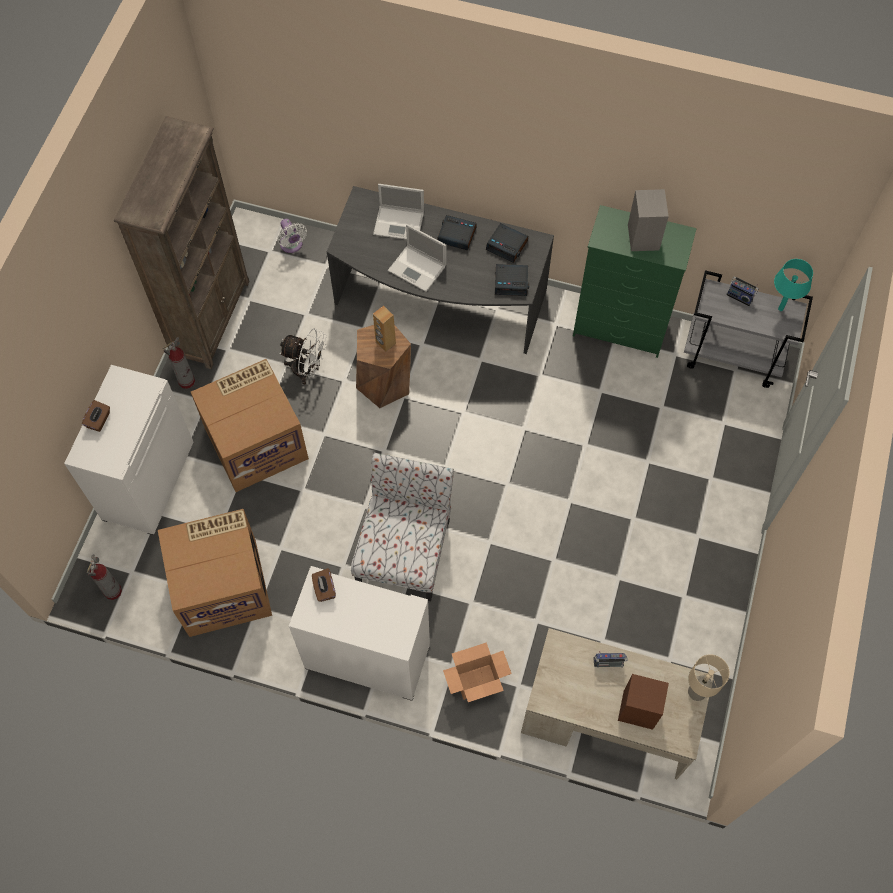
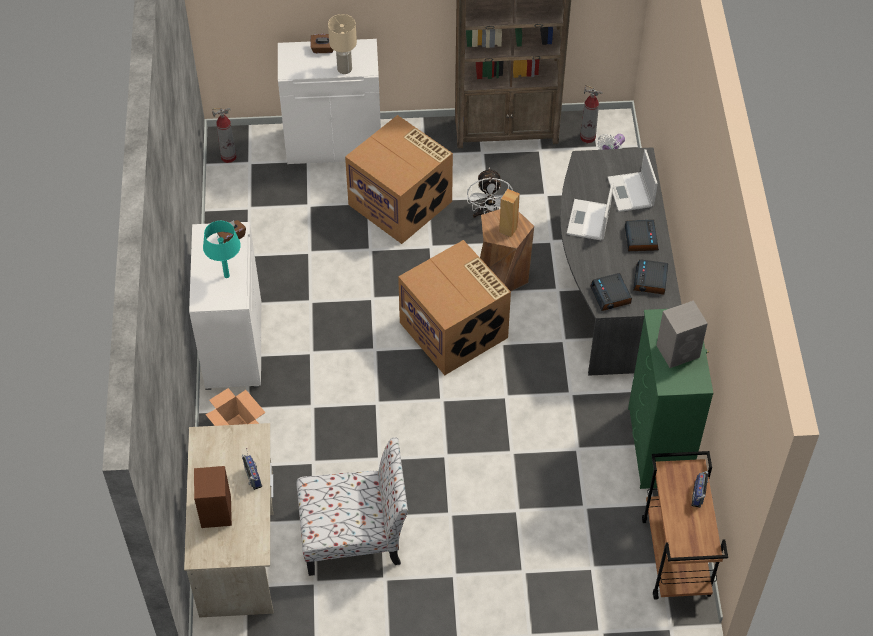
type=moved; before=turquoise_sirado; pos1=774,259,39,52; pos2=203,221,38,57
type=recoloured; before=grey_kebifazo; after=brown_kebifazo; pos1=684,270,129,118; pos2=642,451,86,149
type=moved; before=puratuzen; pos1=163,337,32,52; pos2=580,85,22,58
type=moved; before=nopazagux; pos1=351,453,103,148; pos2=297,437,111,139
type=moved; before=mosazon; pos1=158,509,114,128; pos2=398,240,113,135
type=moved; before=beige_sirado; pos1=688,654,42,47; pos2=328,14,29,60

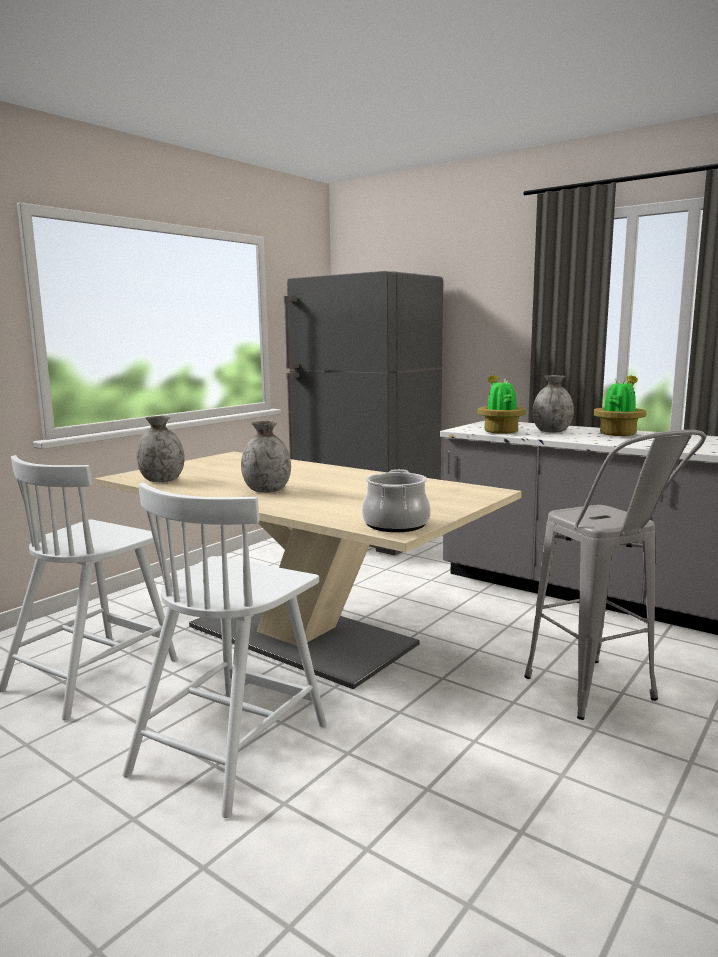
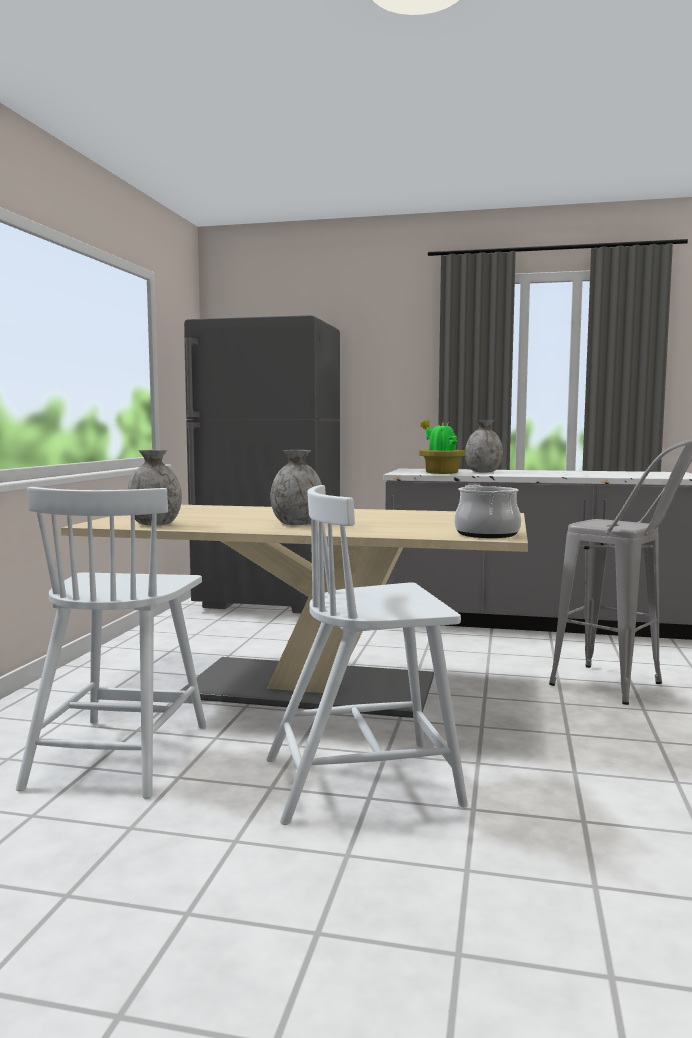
type=removed; before=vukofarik; pos1=593,376,53,60
type=turned; before=white_nopazagux; pos1=122,483,205,335; pos2=266,485,202,340; turn=75

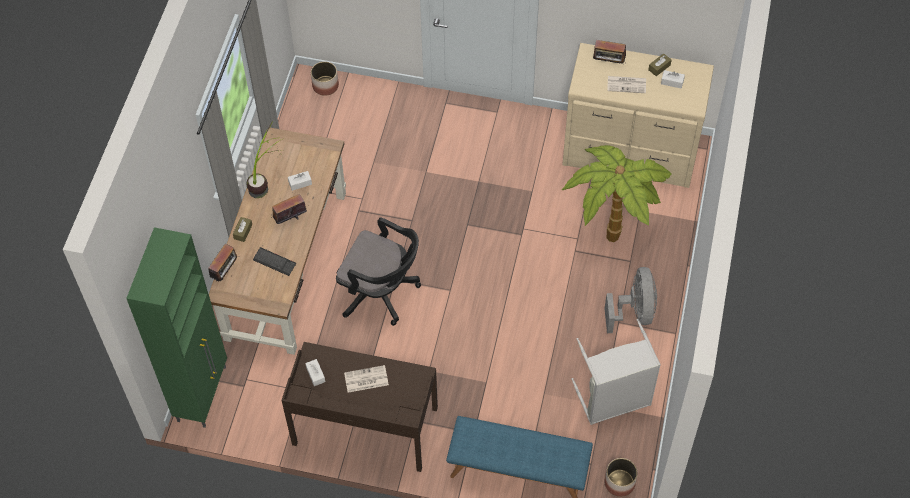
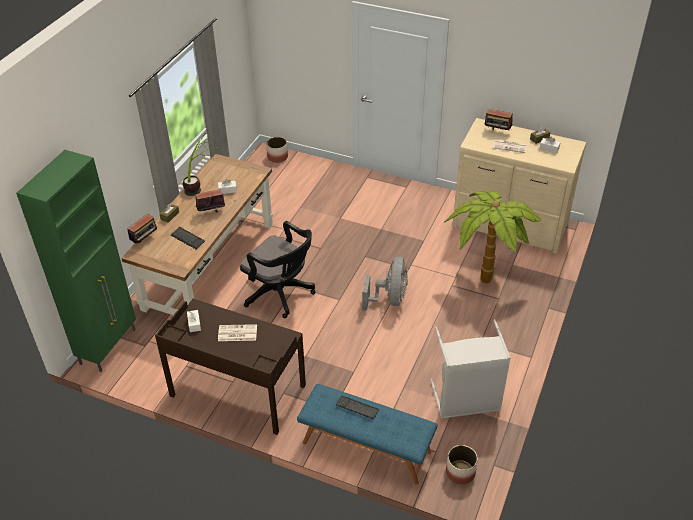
type=moved; before=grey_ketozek; pos1=604,267,53,66; pos2=362,257,46,54
type=added; after=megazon; pos2=336,396,43,23

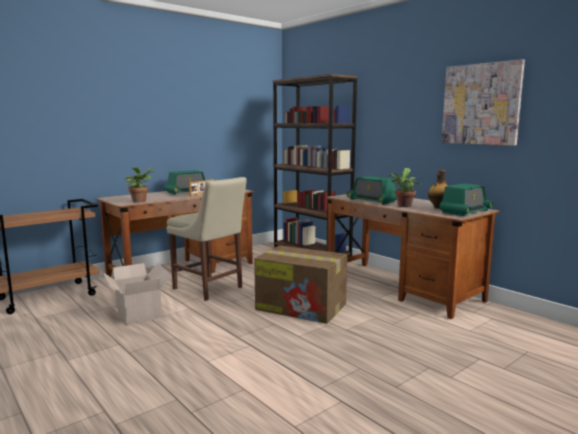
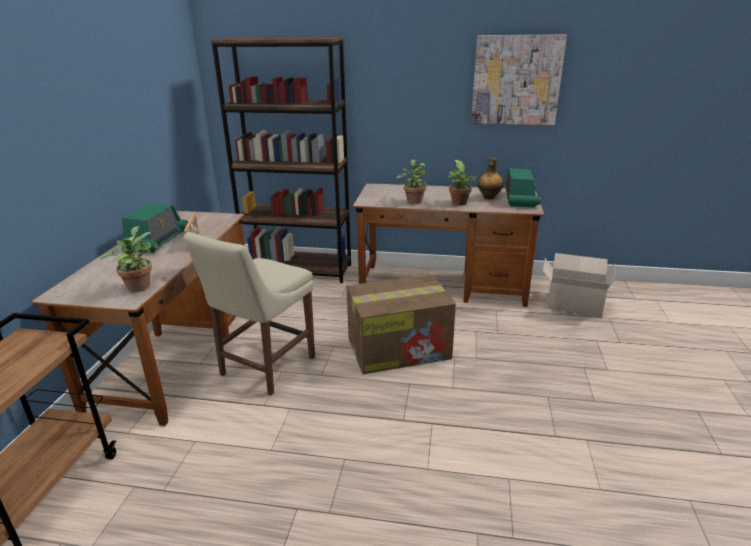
type=replaced; before=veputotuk; after=vukofarik; pos1=347,176,50,28; pos2=396,160,32,44
type=turned; before=beige_nopazagux; pos1=167,177,80,124; pos2=183,232,132,163; turn=120
type=moved; before=mosazon; pos1=102,263,69,62; pos2=543,253,73,64

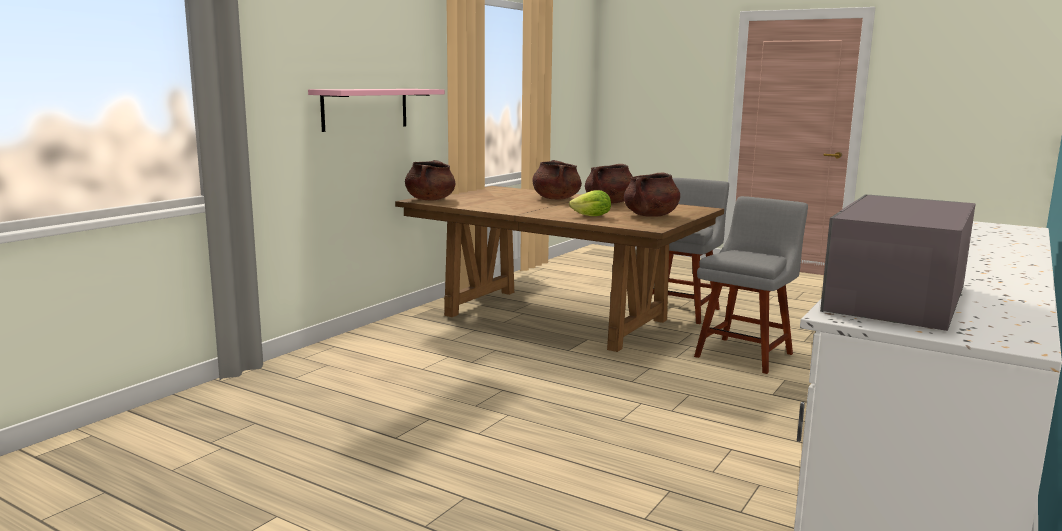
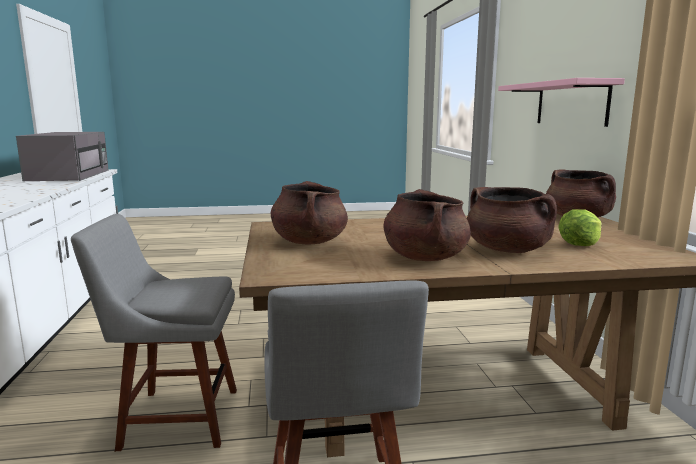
type=moved; before=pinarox; pos1=569,190,42,26; pos2=558,209,44,37
type=turned; before=grey_nopazagux; pos1=694,196,114,178; pos2=71,214,166,237; turn=90

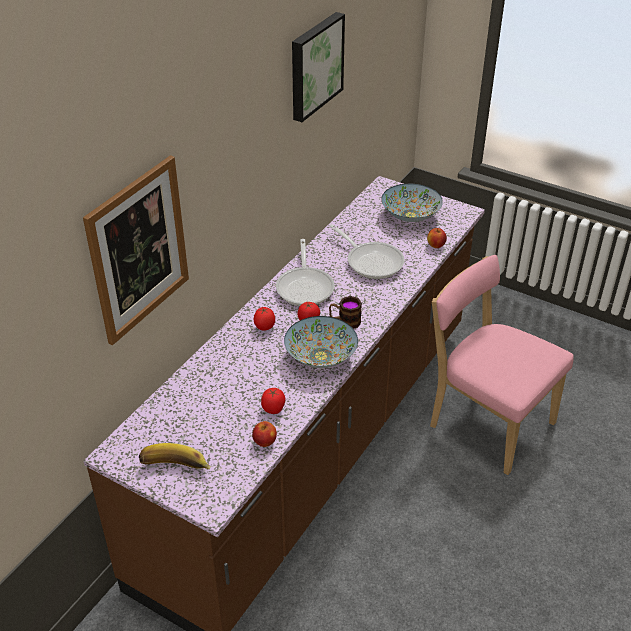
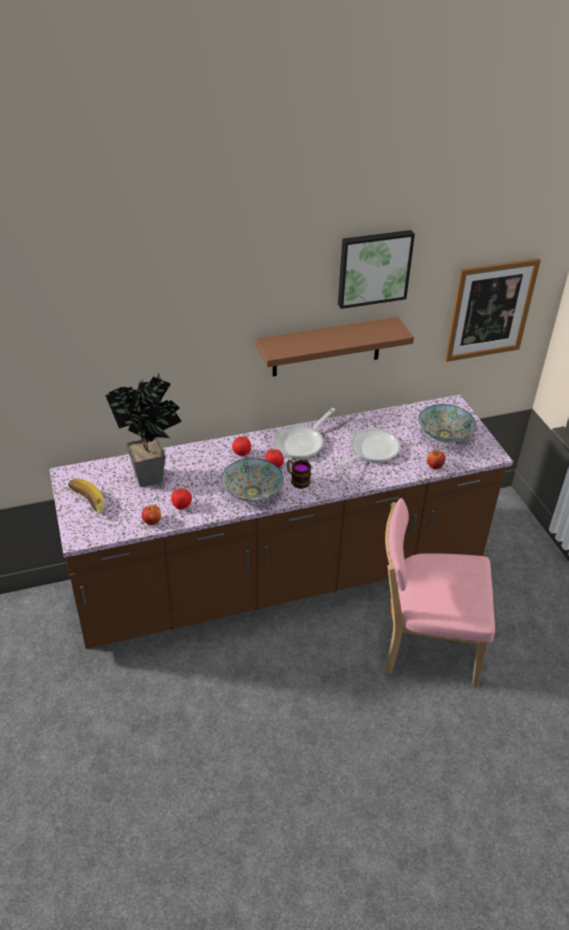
type=moved; before=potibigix; pos1=83,155,106,190; pos2=445,258,96,104
type=turned; before=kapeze; pos1=329,224,76,55; pos2=334,428,67,41; turn=-135
type=turned; before=pink_nopazagux; pos1=430,255,144,220; pos2=385,498,110,188; turn=-75
type=added; after=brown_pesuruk; pos2=256,317,158,60
type=added; after=vukofarik; pos2=105,372,77,115

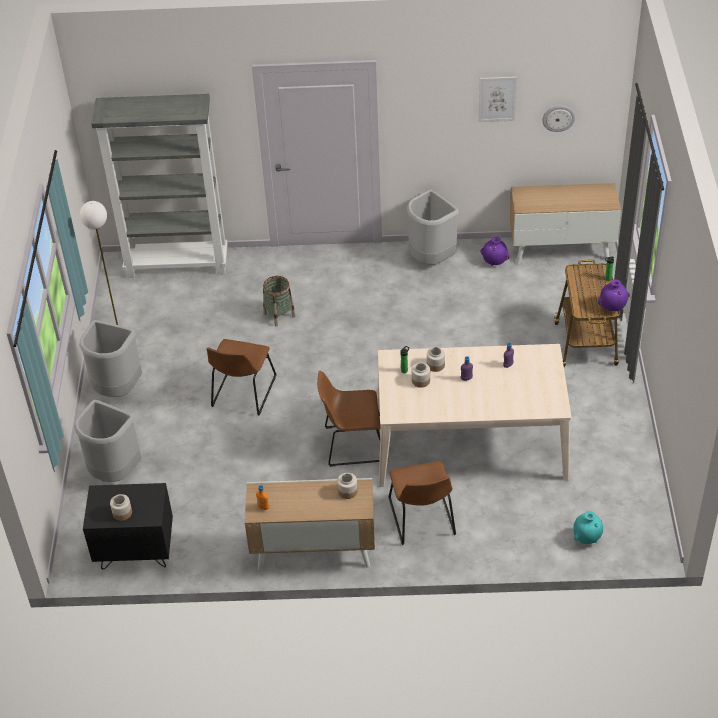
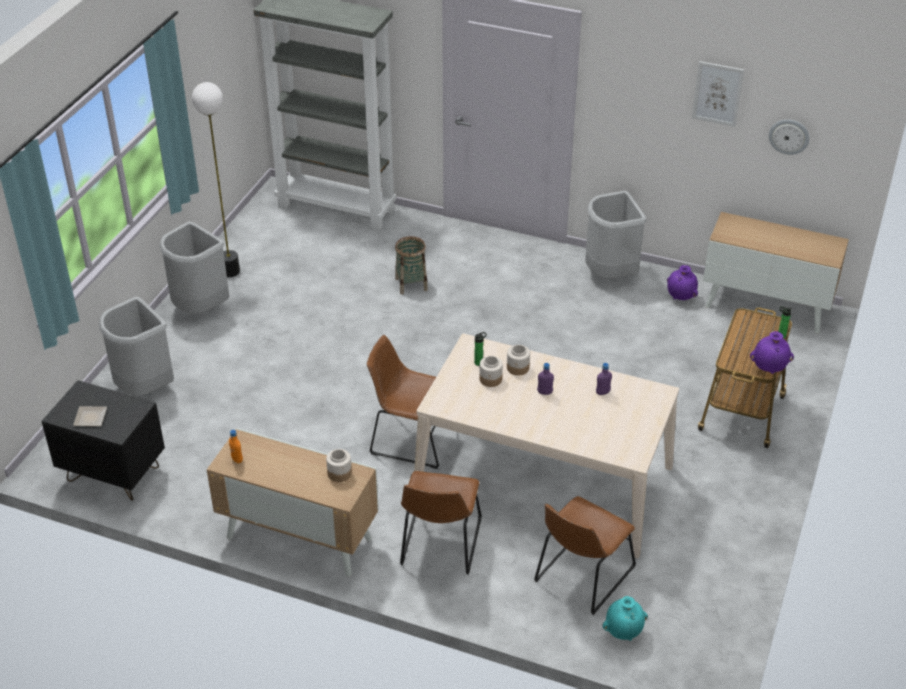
type=moved; before=brown_nopazagux; pos1=206,339,70,77; pos2=534,496,102,119
type=replaced; before=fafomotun; after=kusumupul; pos1=110,494,22,27; pos2=73,406,34,20

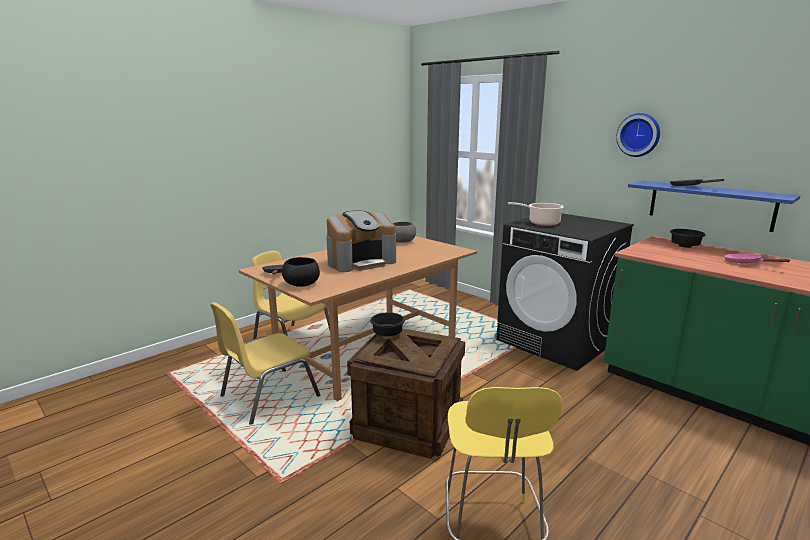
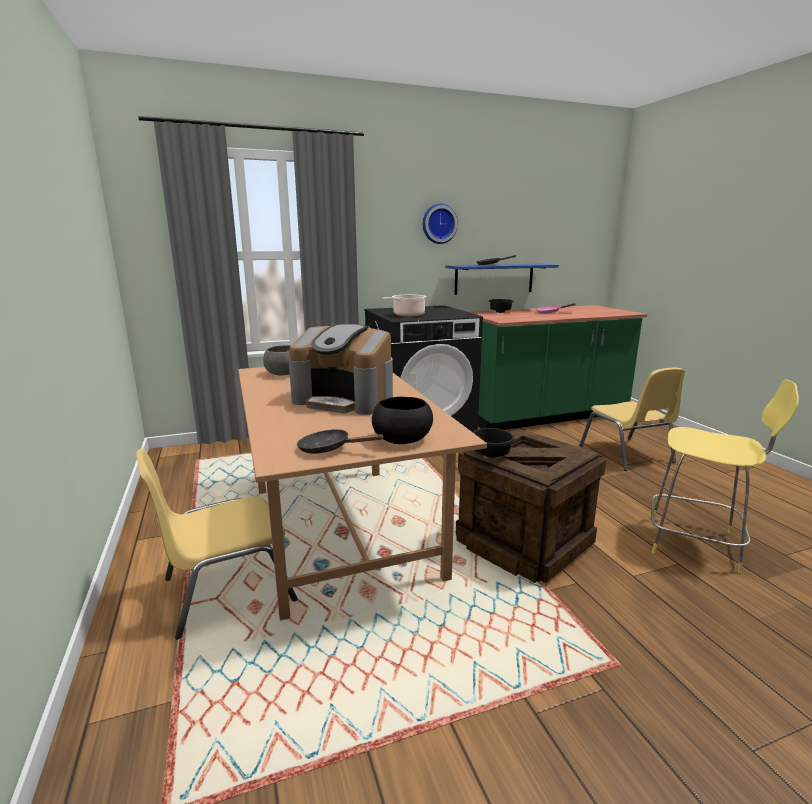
type=turned; before=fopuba; pos1=326,210,70,62; pos2=289,324,104,91; turn=120
type=moved; before=yellow_nopazagux; pos1=210,302,110,123; pos2=580,368,105,103

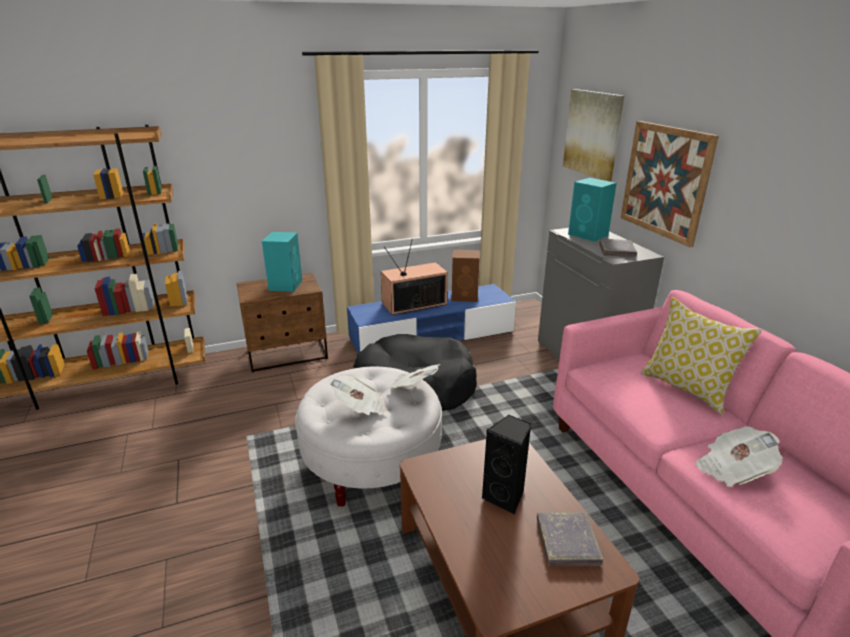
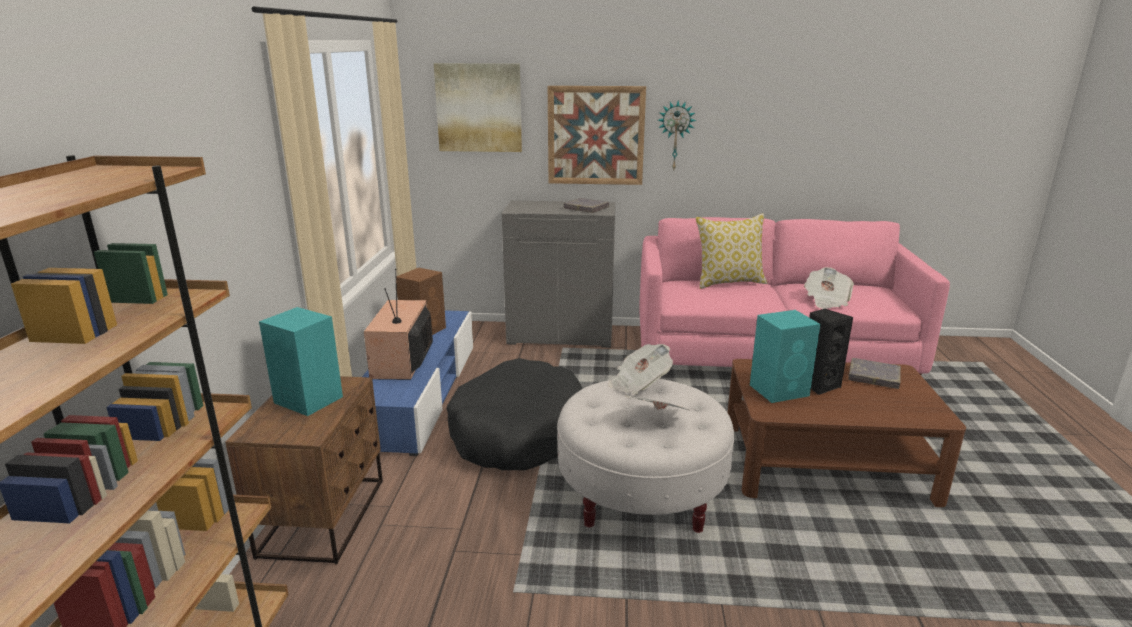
type=moved; before=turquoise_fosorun; pos1=568,178,49,64; pos2=750,310,70,93
type=added; after=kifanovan; pos2=658,101,38,68

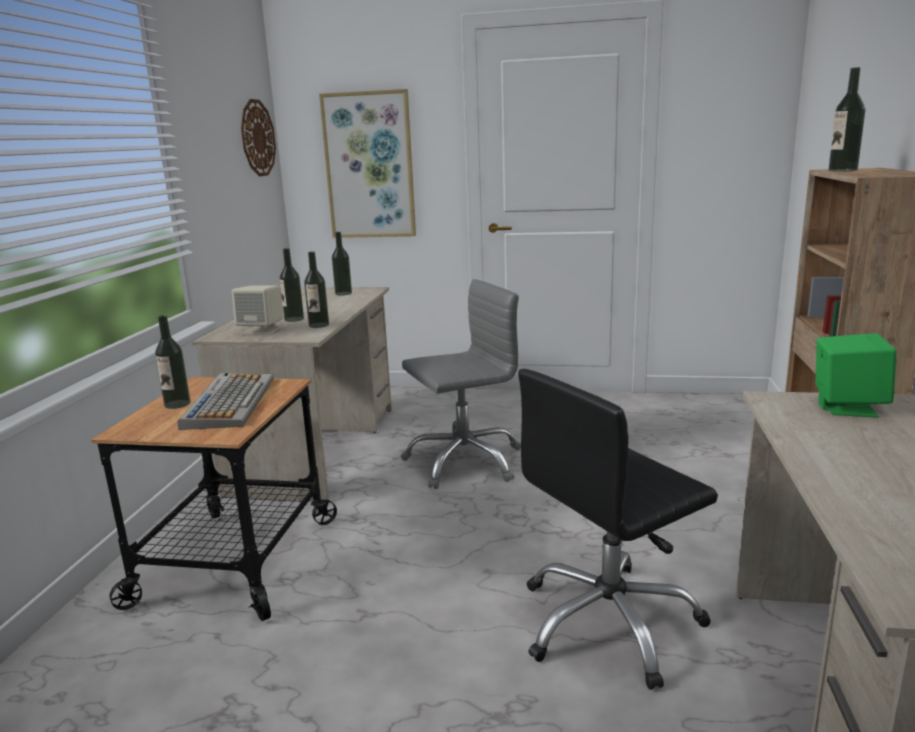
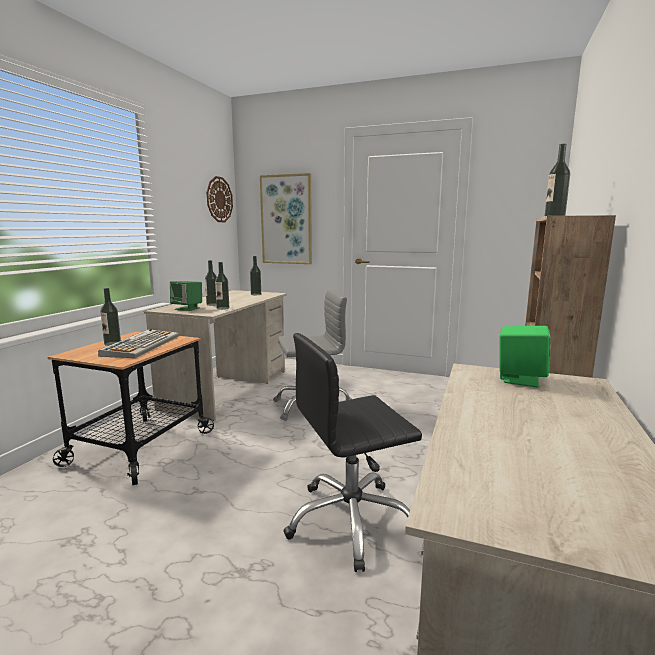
type=recoloured; before=beige_fosorun; after=green_fosorun; pos1=232,286,51,49; pos2=170,281,32,30

